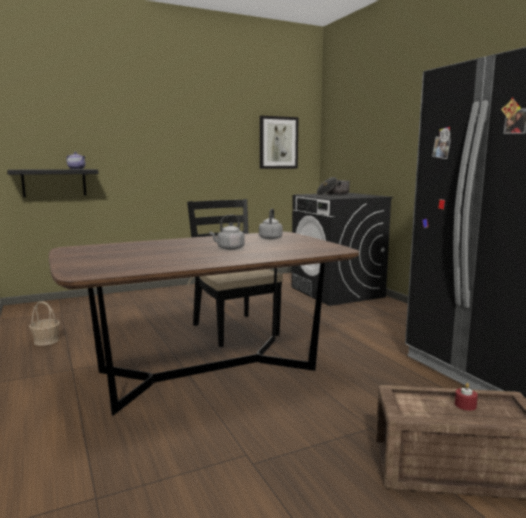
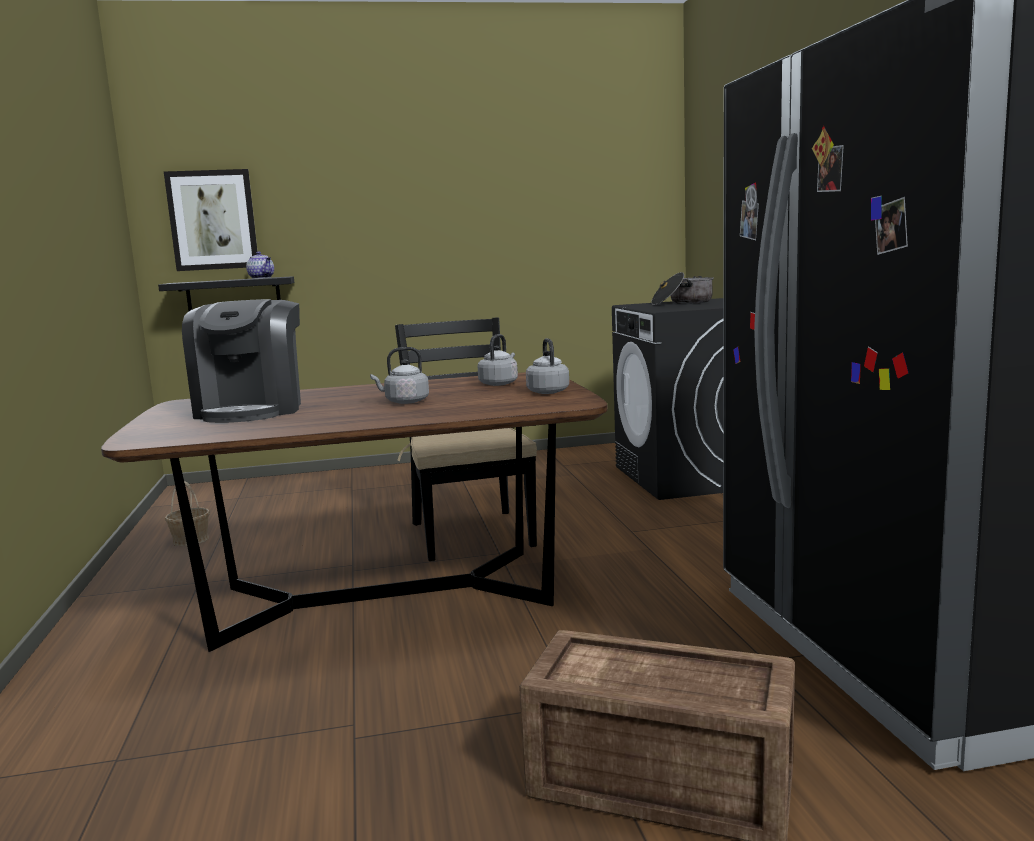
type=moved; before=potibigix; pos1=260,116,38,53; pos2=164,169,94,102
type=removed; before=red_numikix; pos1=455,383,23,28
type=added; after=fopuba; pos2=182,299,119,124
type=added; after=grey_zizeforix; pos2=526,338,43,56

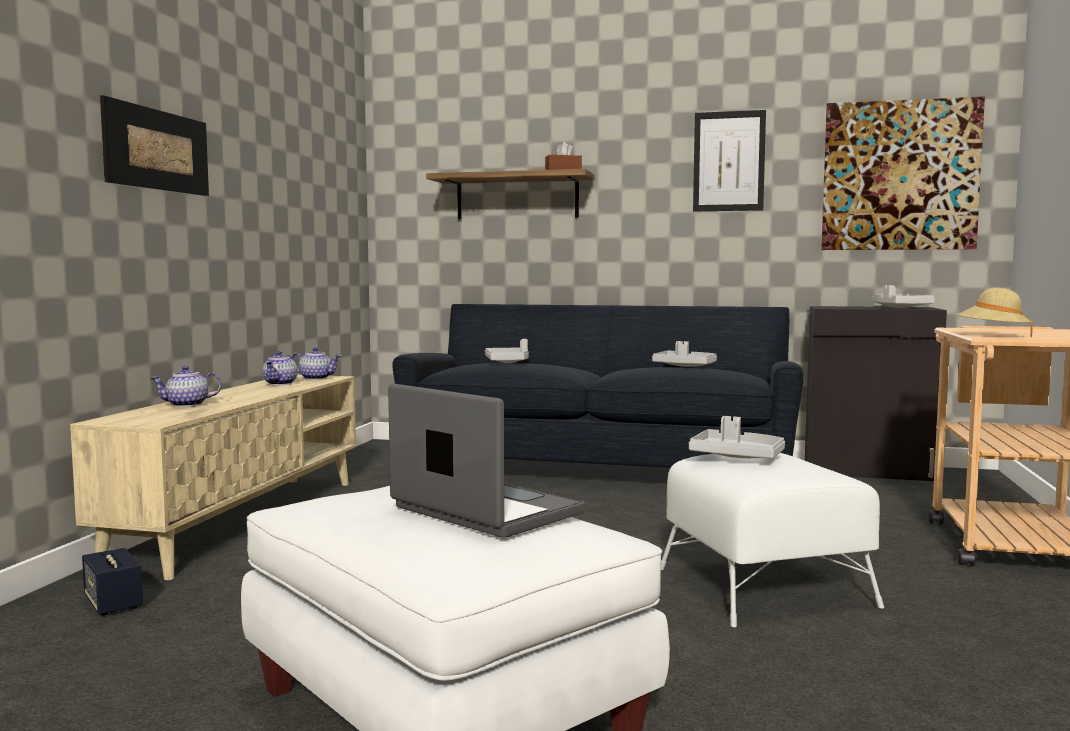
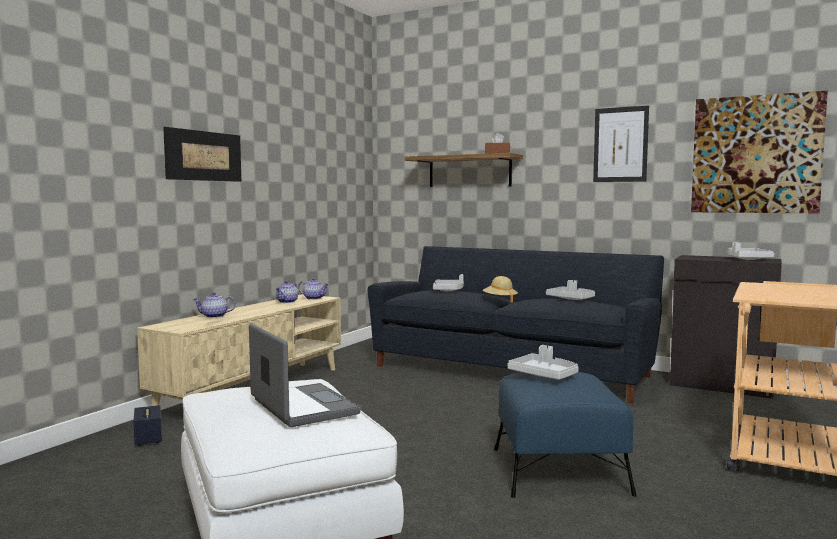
type=moved; before=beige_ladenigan; pos1=956,288,77,49; pos2=483,276,35,26
type=recoloured; before=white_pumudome; after=blue_pumudome; pos1=661,453,223,174; pos2=494,372,142,126

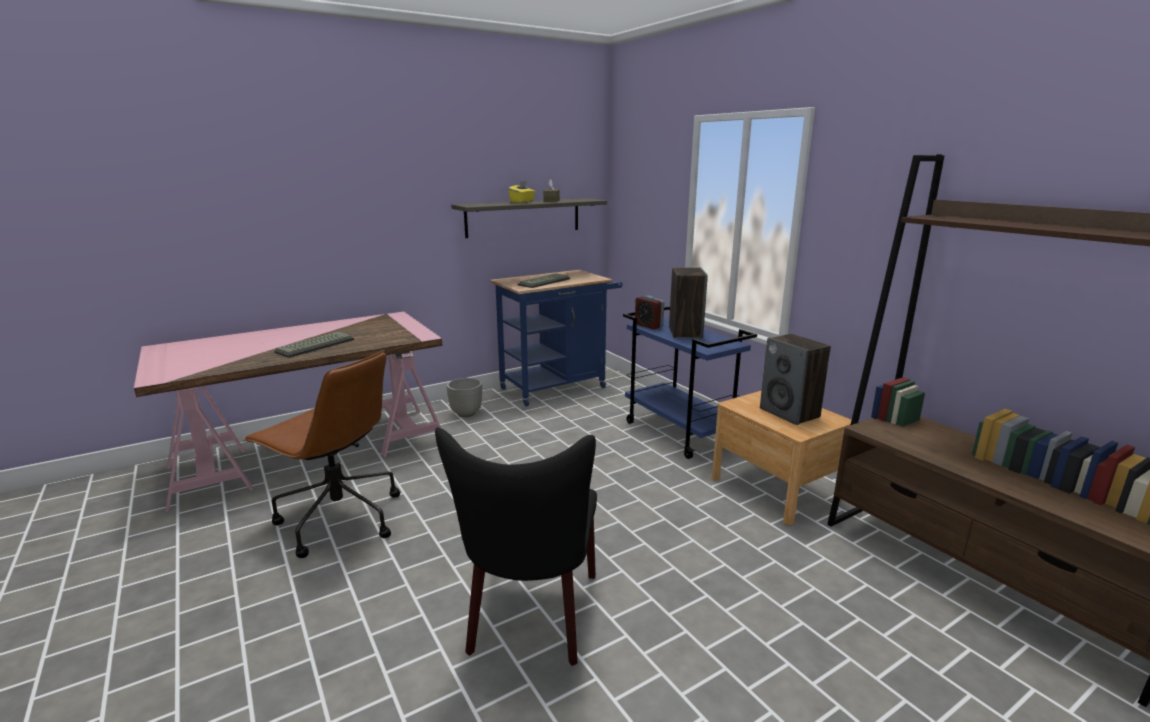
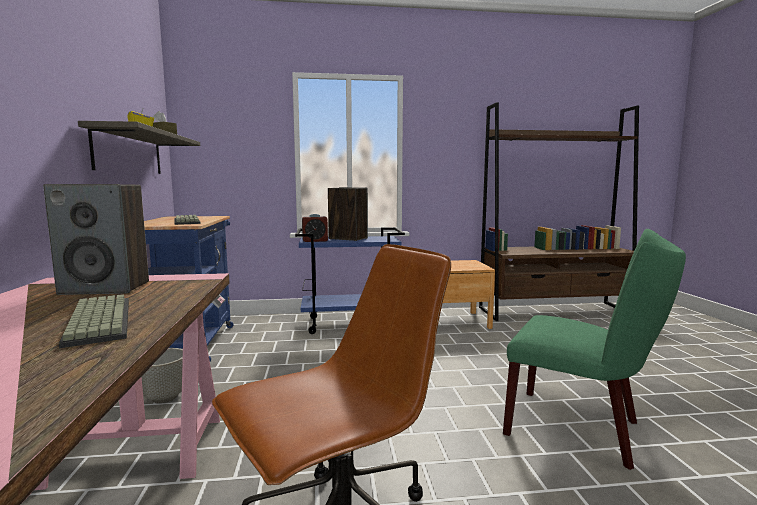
type=moved; before=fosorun; pos1=760,334,71,91; pos2=43,184,106,111
type=recoloured; before=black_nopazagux; after=green_nopazagux; pos1=435,427,162,239; pos2=503,229,183,241

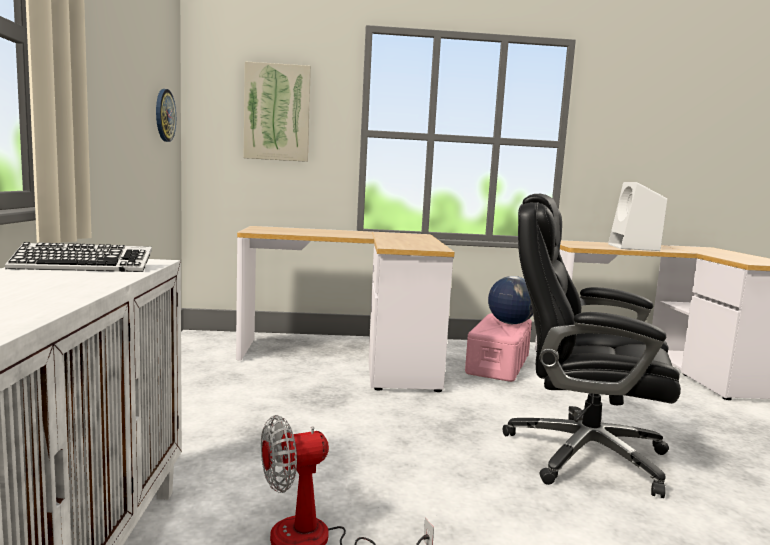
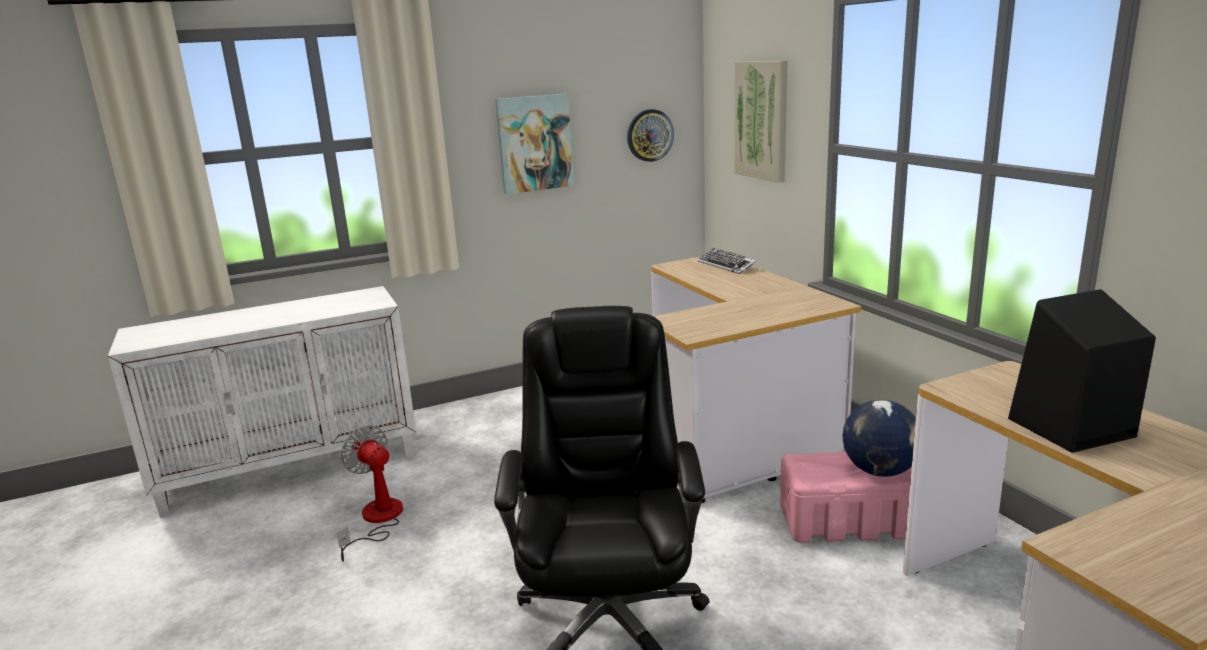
type=recoloured; before=white_fosorun; after=black_fosorun; pos1=608,182,59,69; pos2=1008,289,148,164
type=moved; before=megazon; pos1=5,242,147,30; pos2=698,248,59,26
type=added; after=potibigix; pos2=495,93,79,101

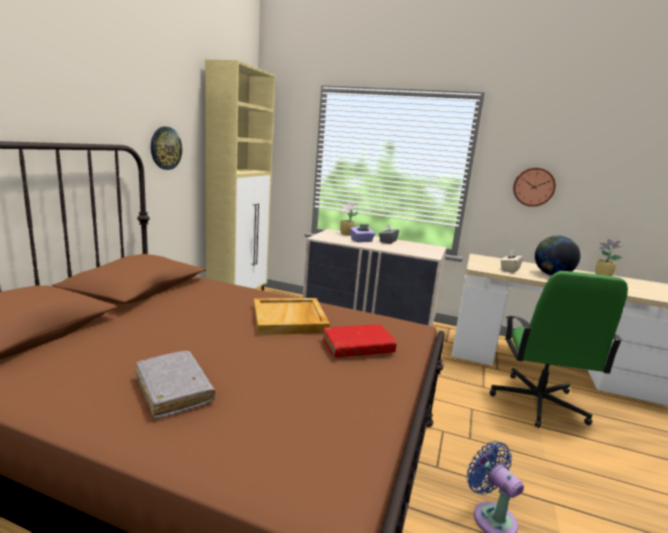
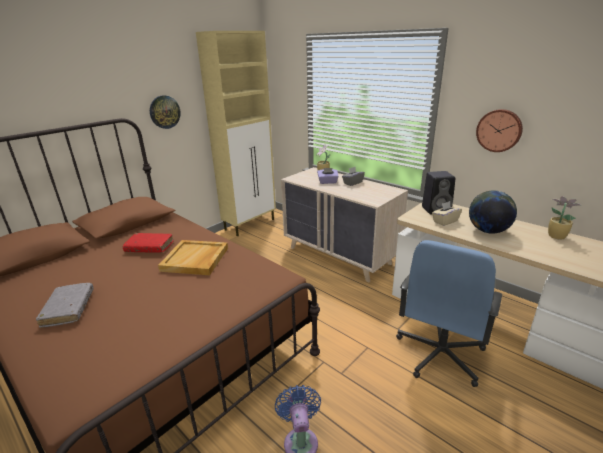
type=recoloured; before=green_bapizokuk; after=blue_bapizokuk; pos1=490,271,138,157; pos2=396,240,106,147
type=moved; before=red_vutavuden; pos1=323,325,74,32; pos2=123,233,51,20
type=added; after=black_fosorun; pos2=422,171,33,43

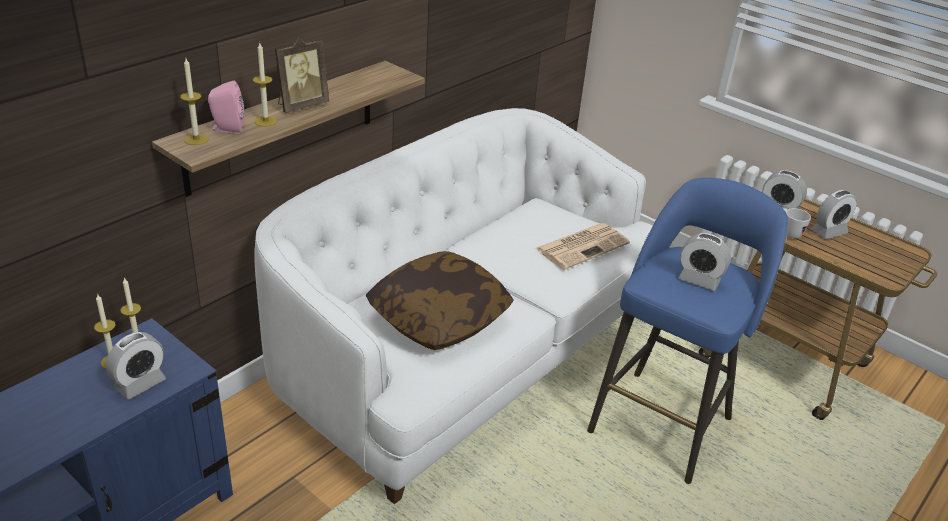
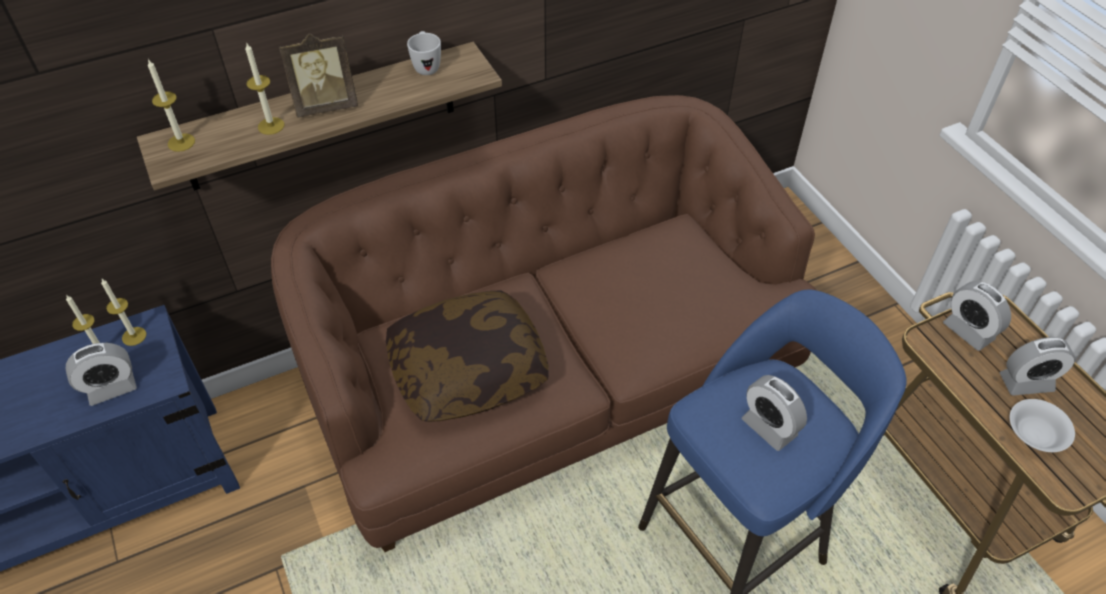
type=removed; before=pink_fosorun; pos1=208,81,36,52
type=recoloured; before=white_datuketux; after=brown_datuketux; pos1=254,108,399,396; pos2=271,95,547,457
type=moved; before=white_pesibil; pos1=783,208,28,30; pos2=407,31,34,44
type=removed; before=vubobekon; pos1=535,223,95,47
type=added; after=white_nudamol; pos2=1009,399,66,53

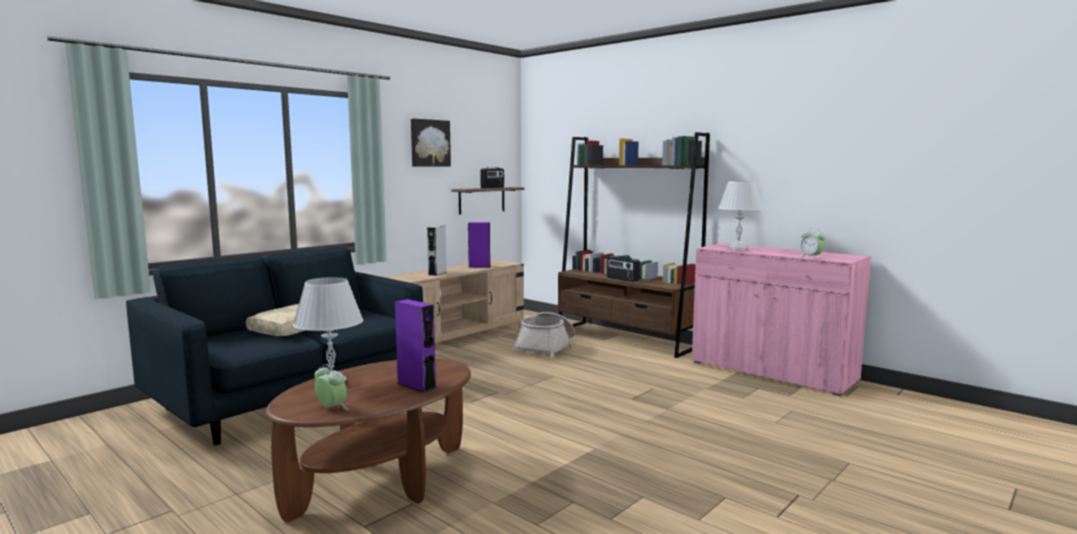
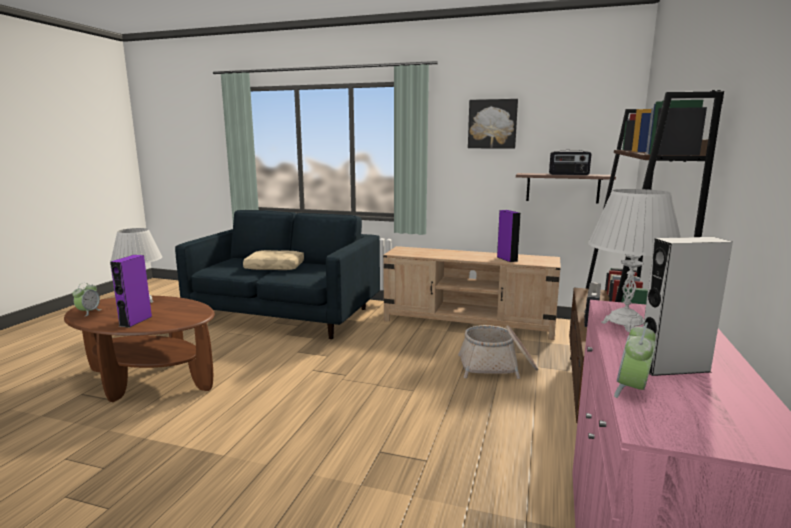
type=moved; before=grey_fosorun; pos1=427,225,19,51; pos2=643,237,90,139

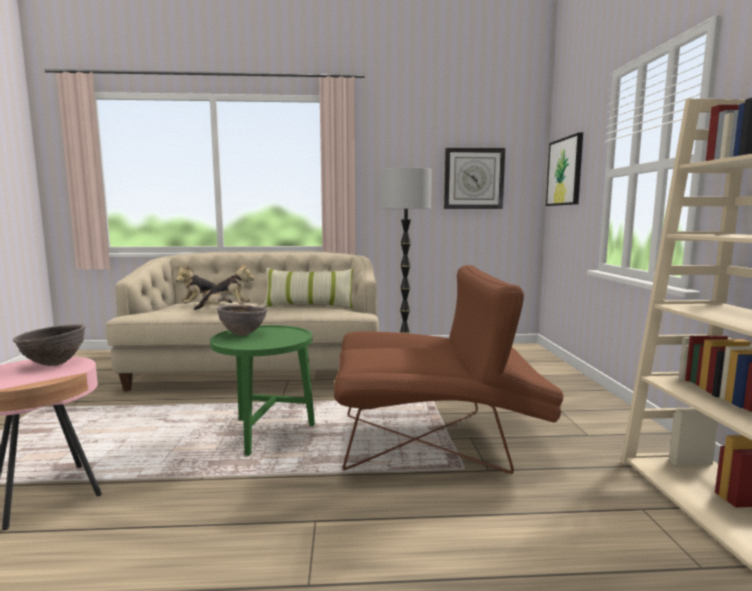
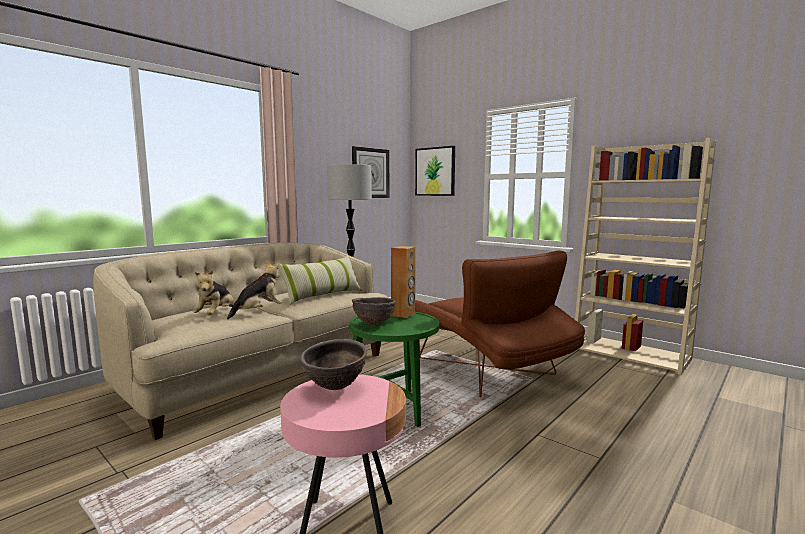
type=turned; before=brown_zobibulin; pos1=334,265,230,209; pos2=415,250,170,147; turn=105
type=added; after=brown_fosorun; pos2=391,246,25,72

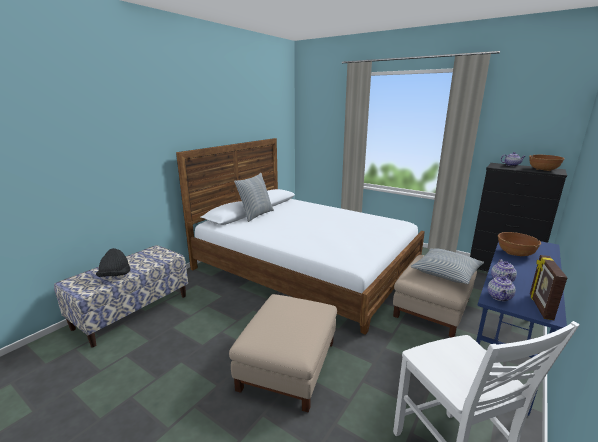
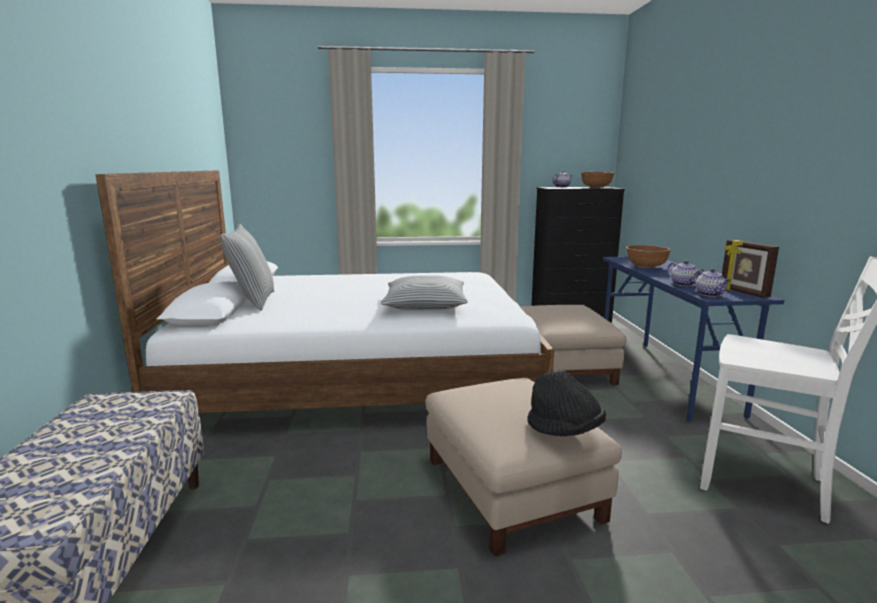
type=moved; before=black_ladenigan; pos1=96,248,35,29; pos2=527,370,79,66
type=moved; before=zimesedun; pos1=411,248,73,36; pos2=381,275,87,35

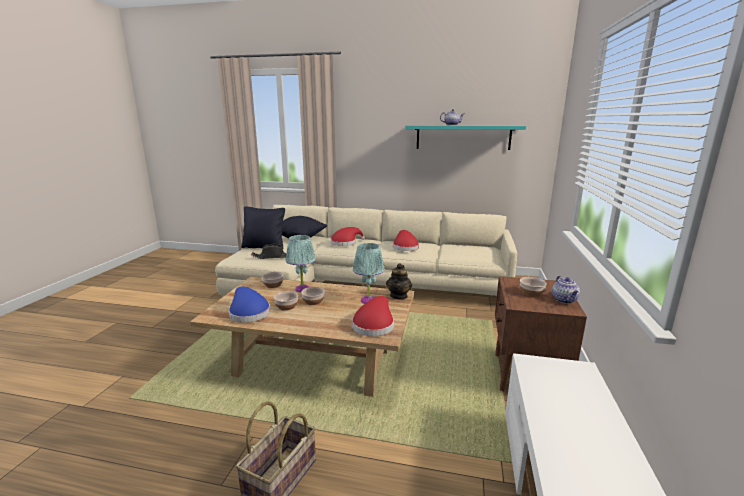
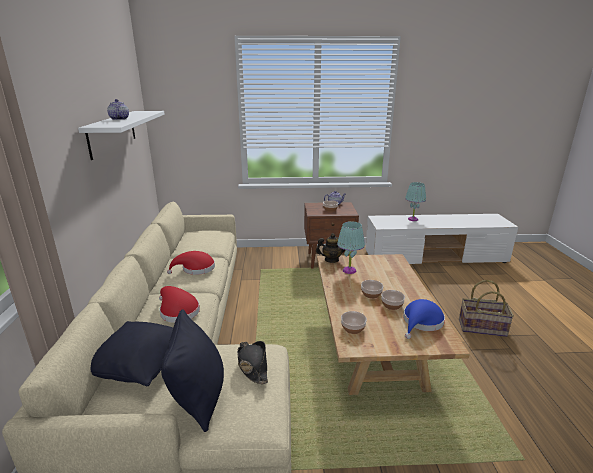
type=recoloured; before=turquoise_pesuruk; after=white_pesuruk; pos1=405,125,121,25; pos2=78,111,87,49
type=moved; before=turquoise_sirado; pos1=286,235,30,57; pos2=405,182,21,39
type=removed; before=red_ladenigan; pos1=352,296,42,40

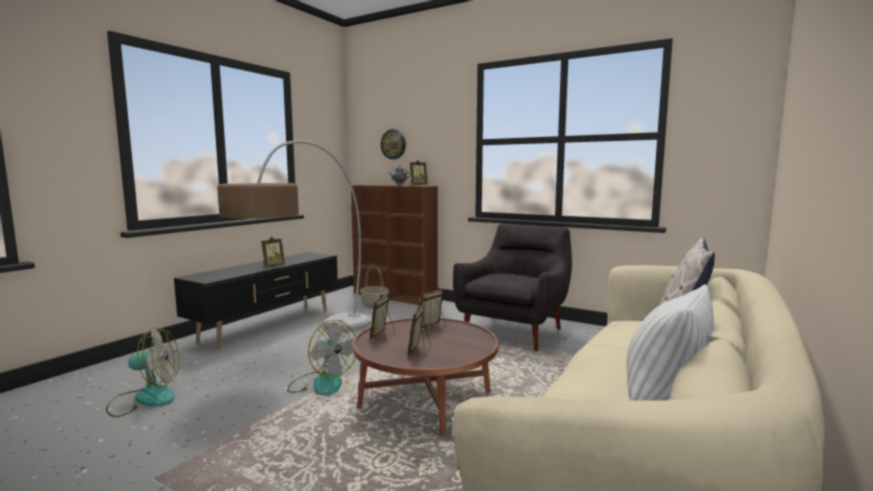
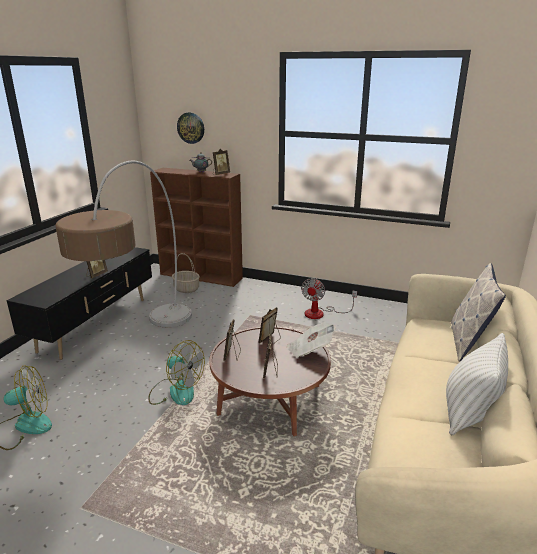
type=replaced; before=grey_zobibulin; after=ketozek; pos1=453,224,119,127; pos2=301,278,56,41
type=added; after=vubobekon; pos2=287,322,49,36

